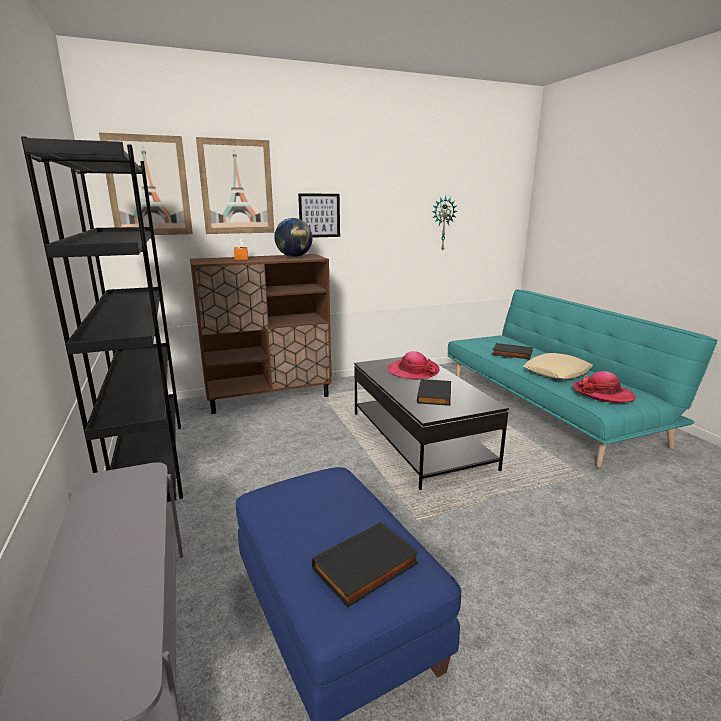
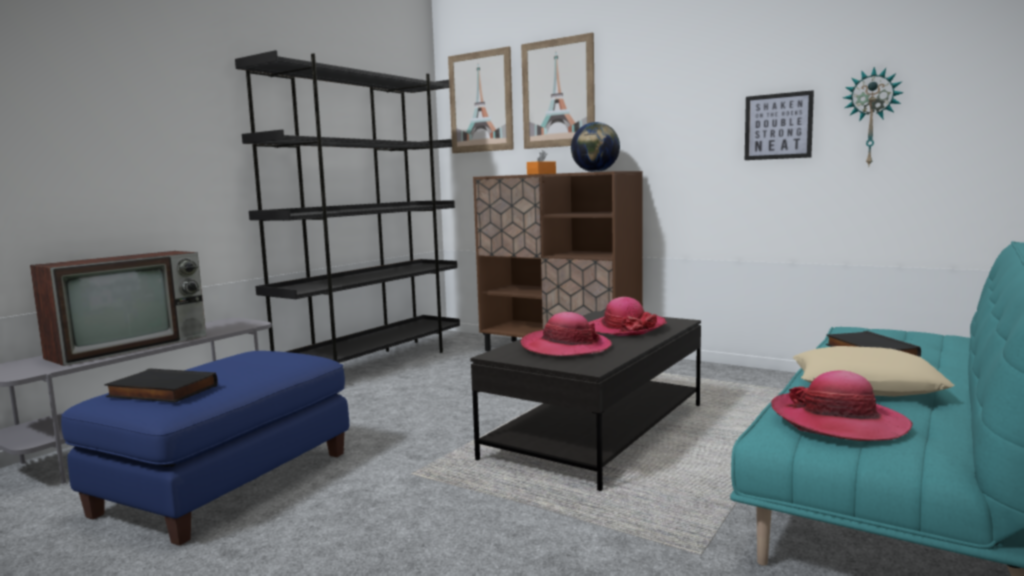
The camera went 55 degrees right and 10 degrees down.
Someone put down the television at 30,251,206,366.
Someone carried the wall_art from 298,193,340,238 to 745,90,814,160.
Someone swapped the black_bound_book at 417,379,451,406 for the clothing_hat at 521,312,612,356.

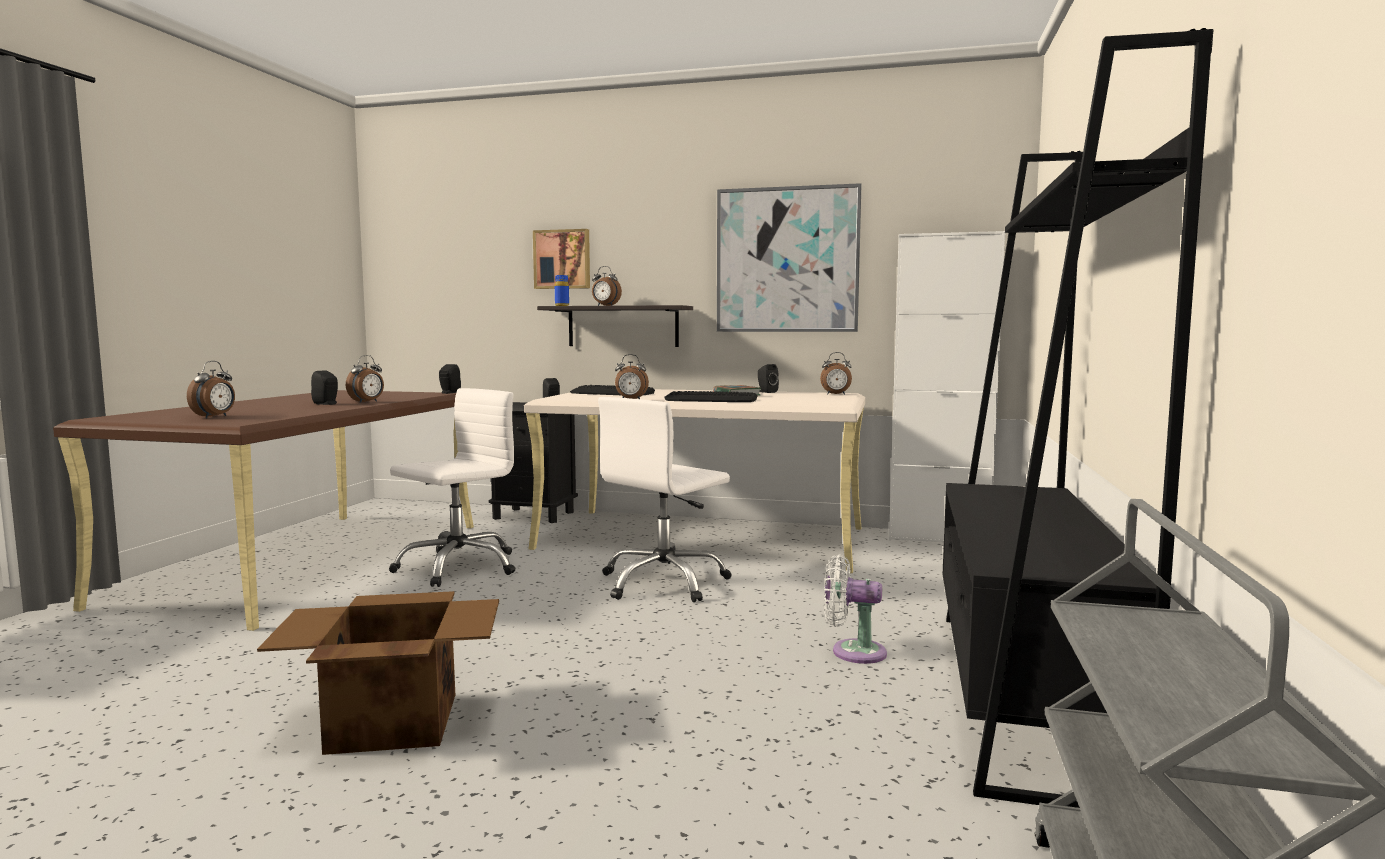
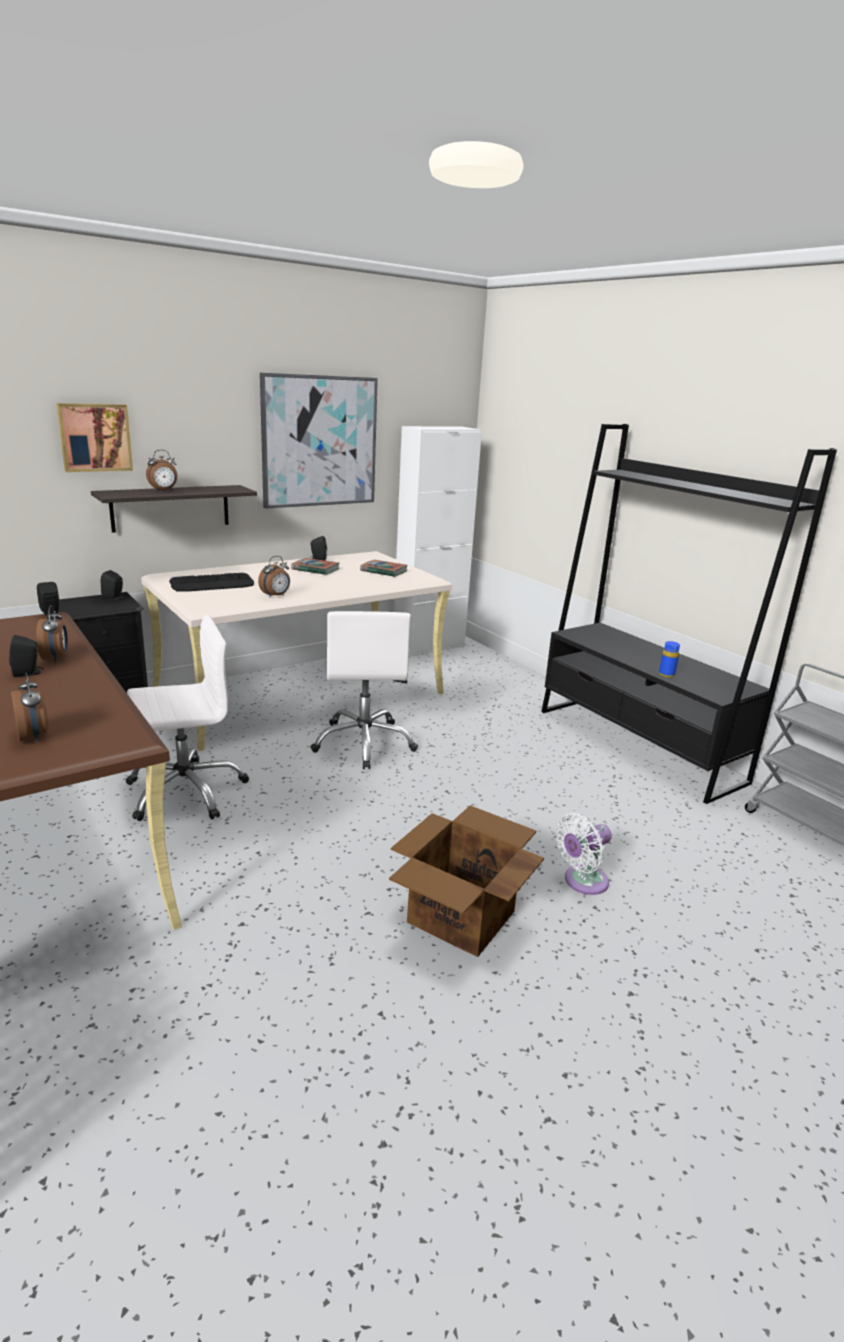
The camera went 50 degrees left and 15 degrees up.
Someone took away the computer_keyboard at 665,391,758,402.
Someone took away the table_clock at 820,352,852,395.
Someone put down the bound_book at 360,560,408,577.
Someone carried the blue-coloured_drink_bottle from 555,275,569,306 to 659,641,680,678.
Someone carried the whitish_cooling_fan from 824,555,887,664 to 556,813,612,895.
Someone rotated the whitish_office_chair at 389,388,515,587 by 75 degrees clockwise.

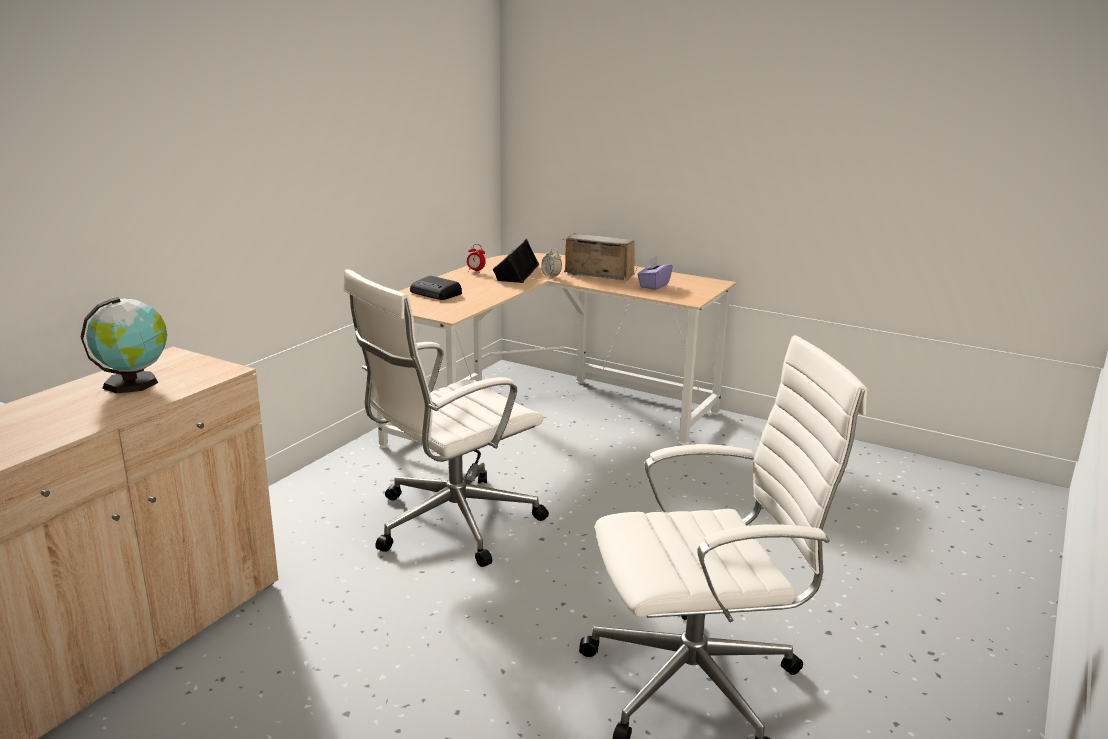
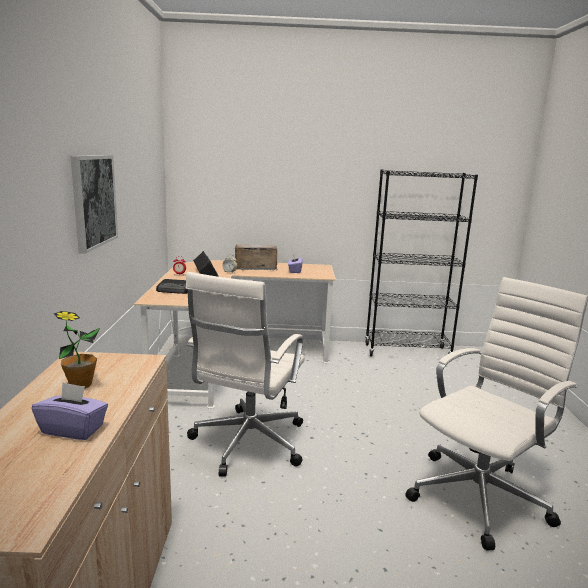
The camera went 30 degrees left and 5 degrees down.
Someone put down the purple_tissue_box at 31,382,108,440.
Someone put up the wall_art at 71,155,118,254.
Someone put down the black_bookcase at 365,169,478,357.
Someone swapped the desk_globe at 81,297,167,394 for the houseplant at 54,311,100,389.

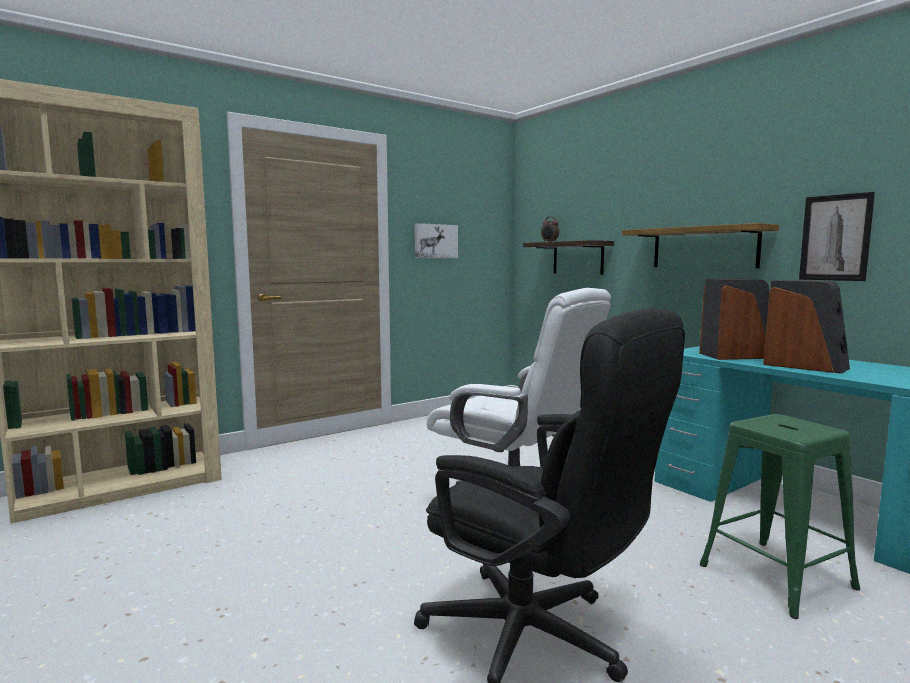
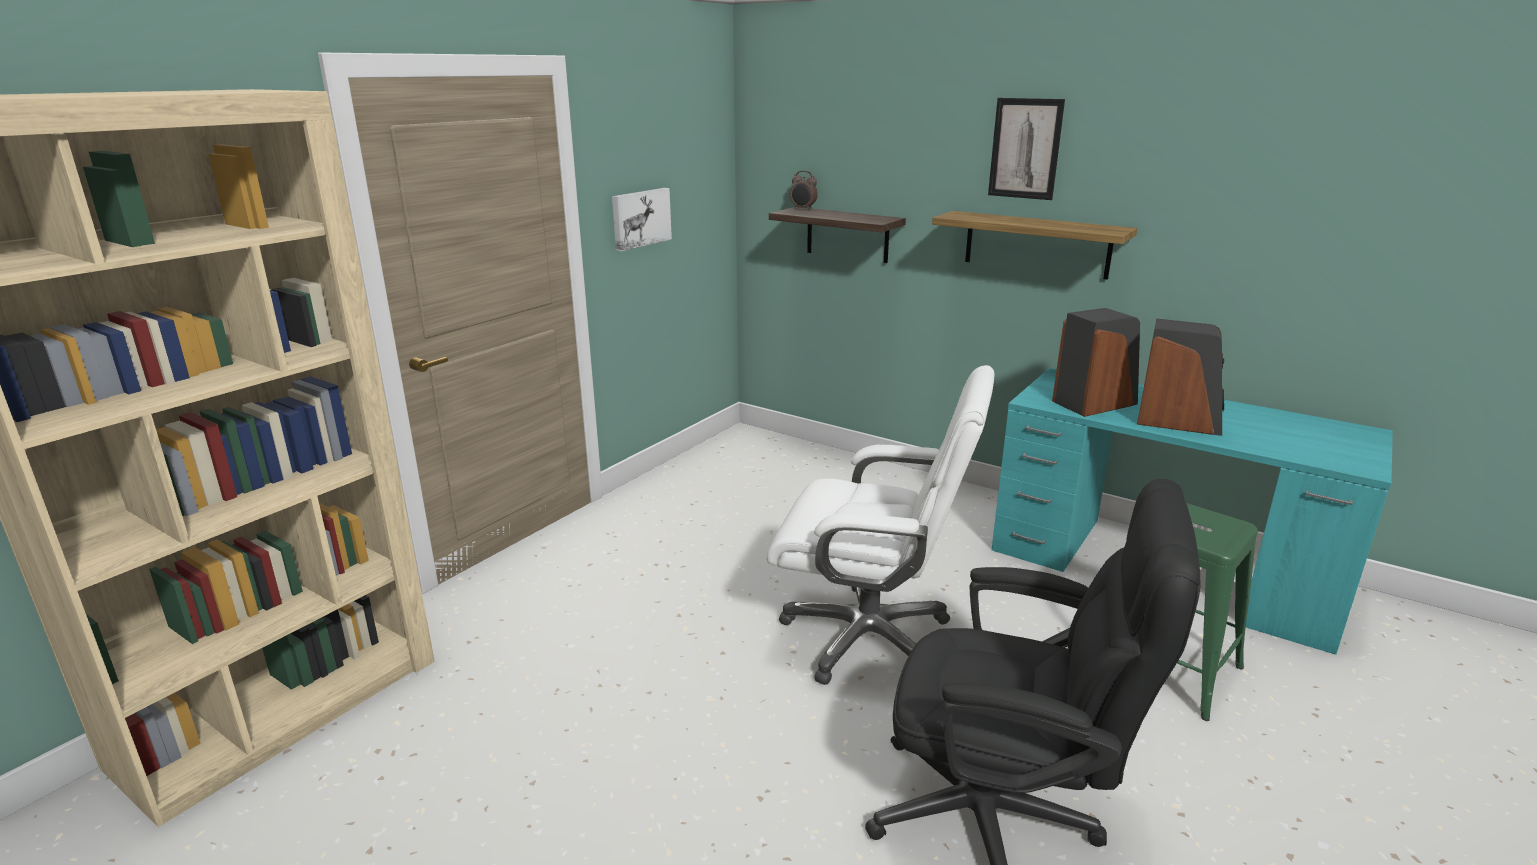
The camera went 20 degrees left and 15 degrees up.
Someone carried the wall_art from 799,192,875,281 to 988,98,1065,200.

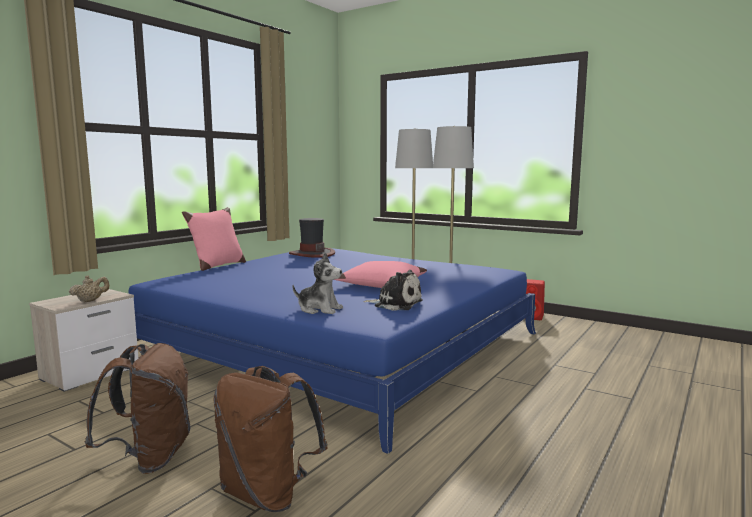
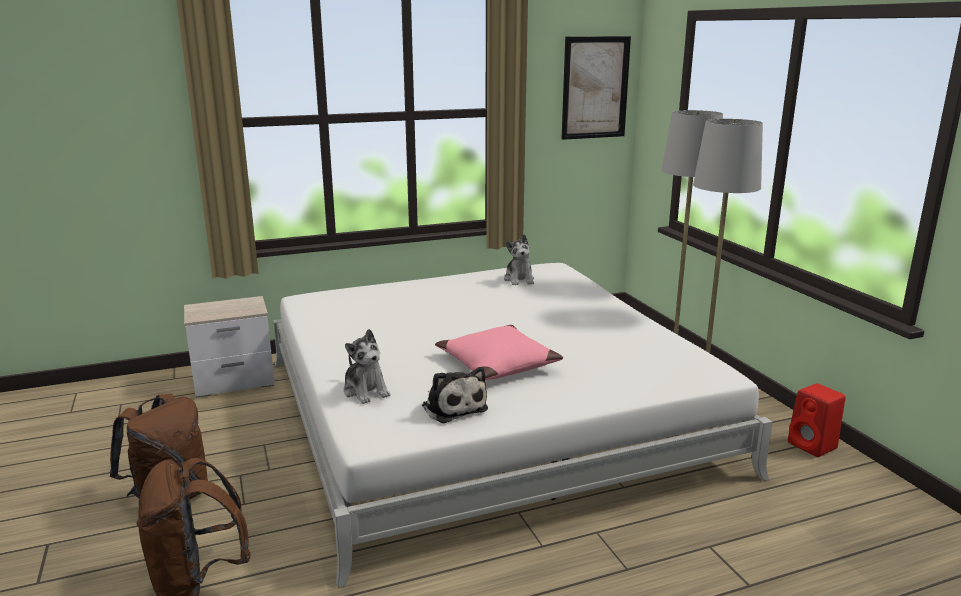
The camera went 35 degrees right and 10 degrees up.
Someone took away the sand-coloured_tea_pot at 69,275,109,302.
Someone took away the pink_pillow at 182,207,246,271.
Someone put up the wall_art at 562,36,631,140.
Someone swapped the clothing_hat at 289,218,335,258 for the cuddly_toy at 504,234,534,286.
Someone repainted the blue-coloured_bedroom_bed at 128,248,536,454, which became the whitish_bedroom_bed at 273,263,773,588.

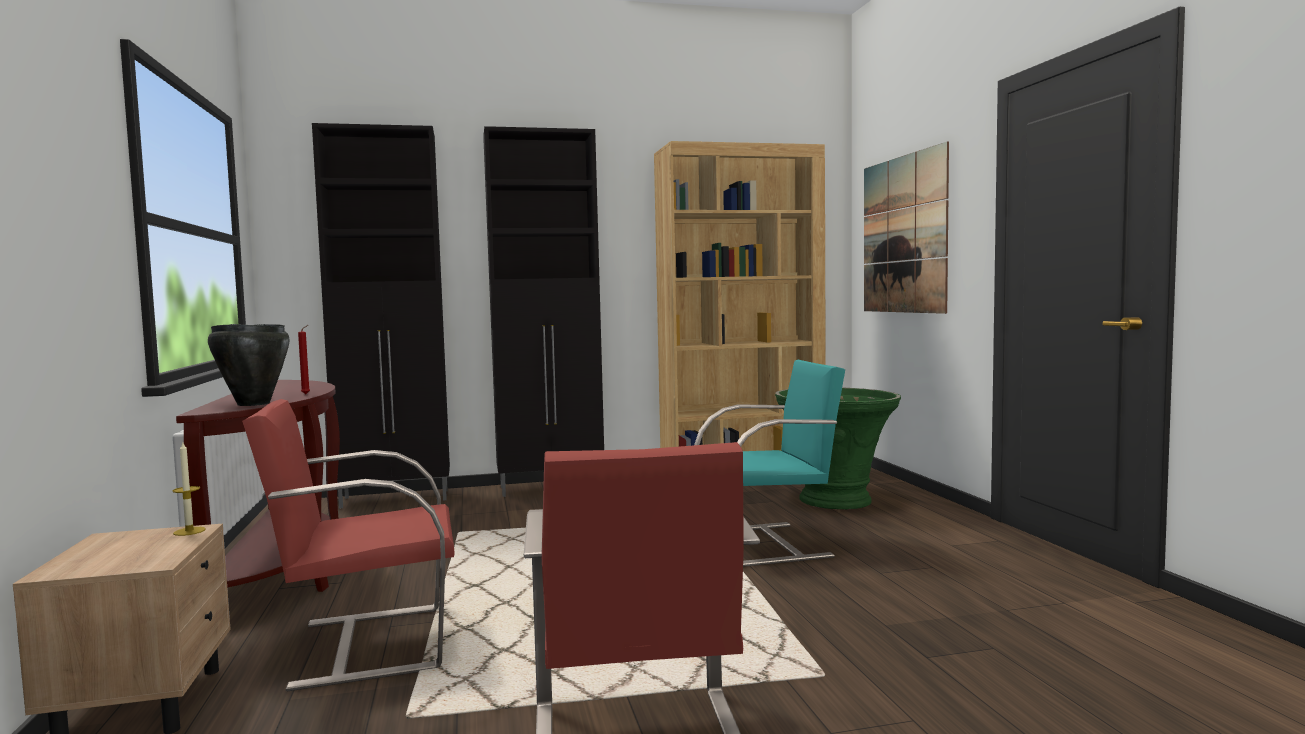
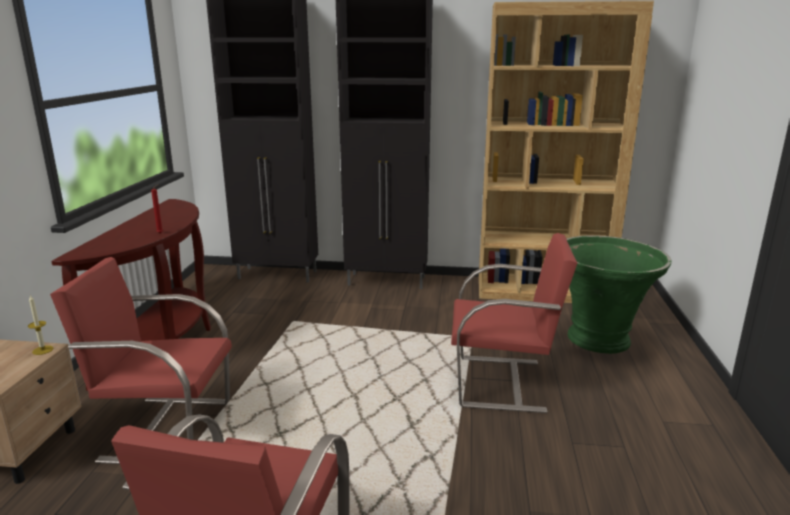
The camera went 20 degrees right and 15 degrees up.
Someone took away the black_cooking_pot at 208,324,290,406.
Someone took away the wall_art at 864,141,949,314.
Someone repainted the blue-green_chair at 694,360,845,567, which became the red-coloured_chair at 451,233,577,413.

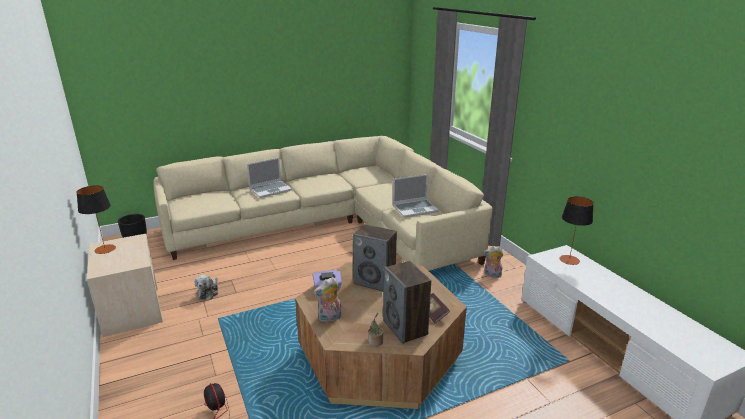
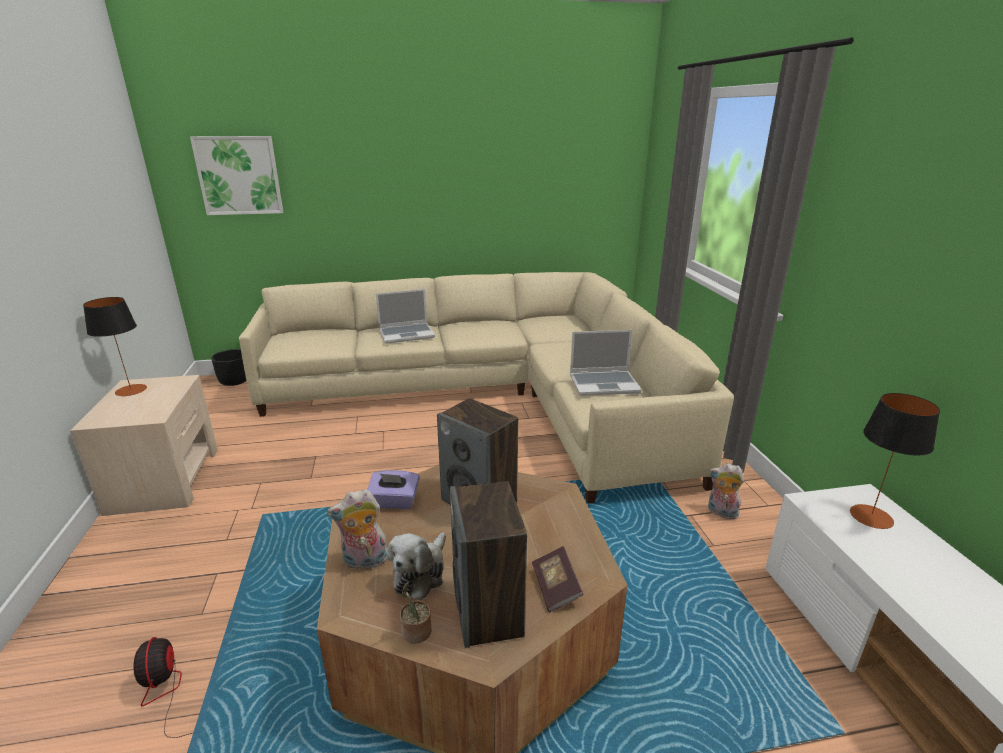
The camera went 15 degrees right and 0 degrees up.
Someone put up the wall_art at 190,136,283,215.
Someone carried the cuddly_toy from 195,275,218,300 to 387,532,446,600.

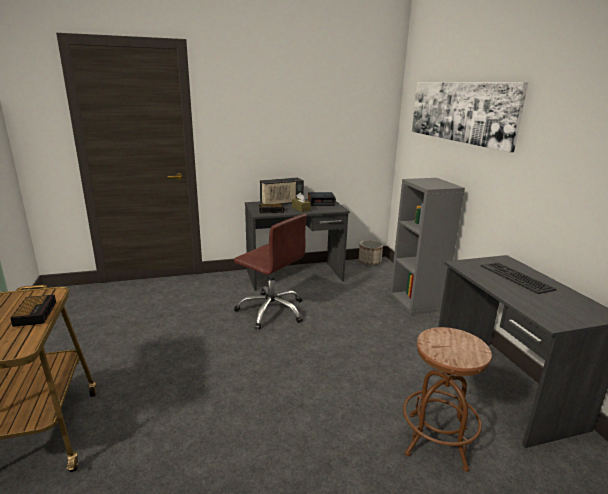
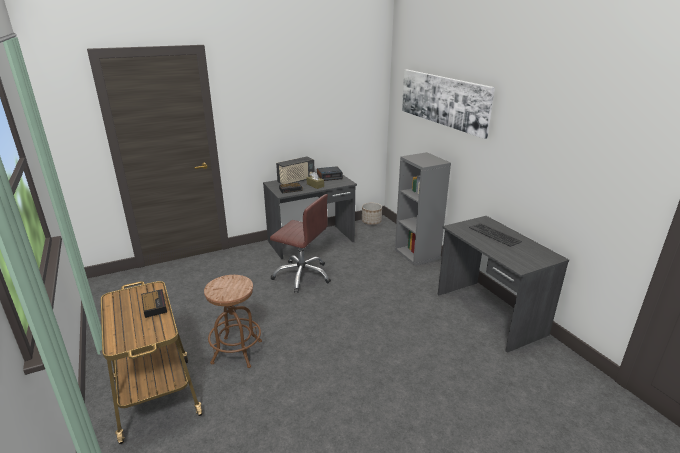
The camera went 10 degrees left and 5 degrees up.
Someone carried the brownish_stool_seat from 403,327,492,472 to 204,275,262,368.

